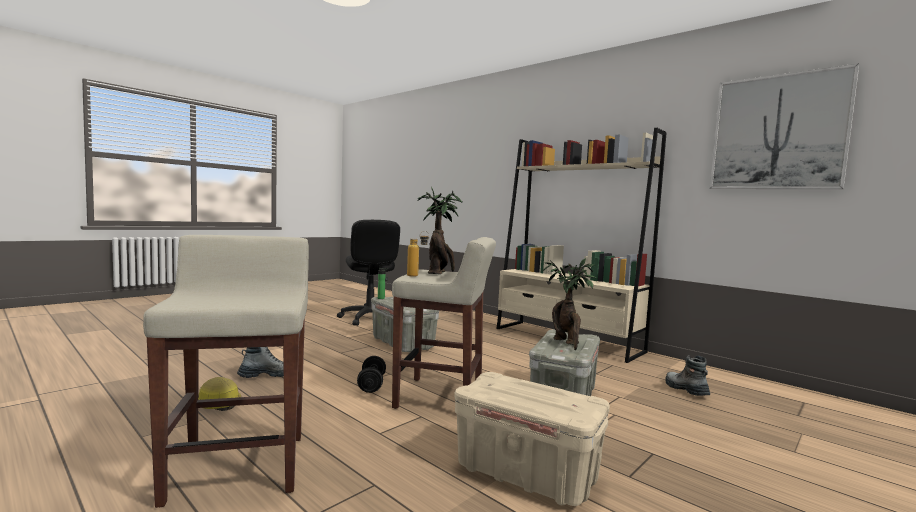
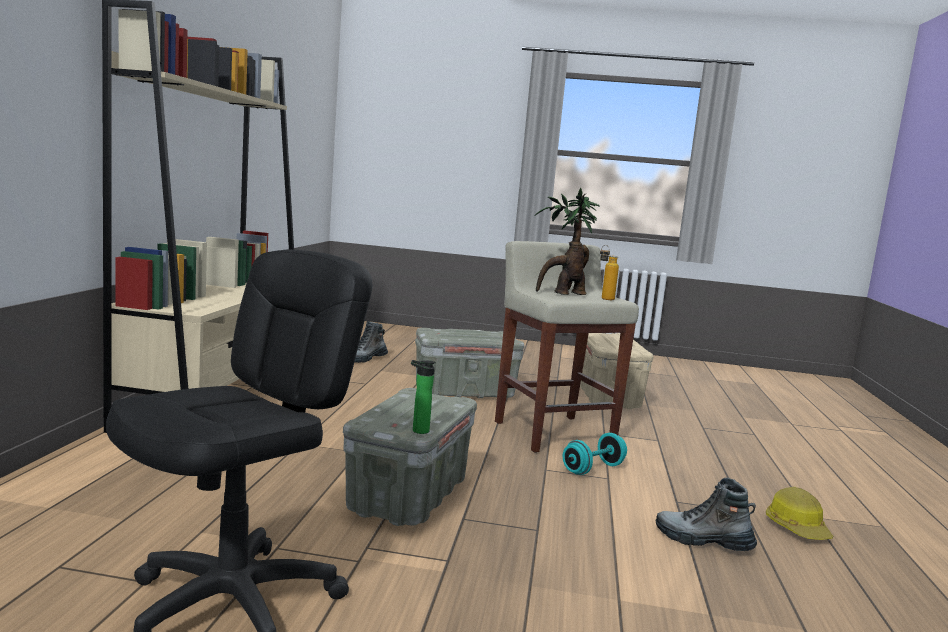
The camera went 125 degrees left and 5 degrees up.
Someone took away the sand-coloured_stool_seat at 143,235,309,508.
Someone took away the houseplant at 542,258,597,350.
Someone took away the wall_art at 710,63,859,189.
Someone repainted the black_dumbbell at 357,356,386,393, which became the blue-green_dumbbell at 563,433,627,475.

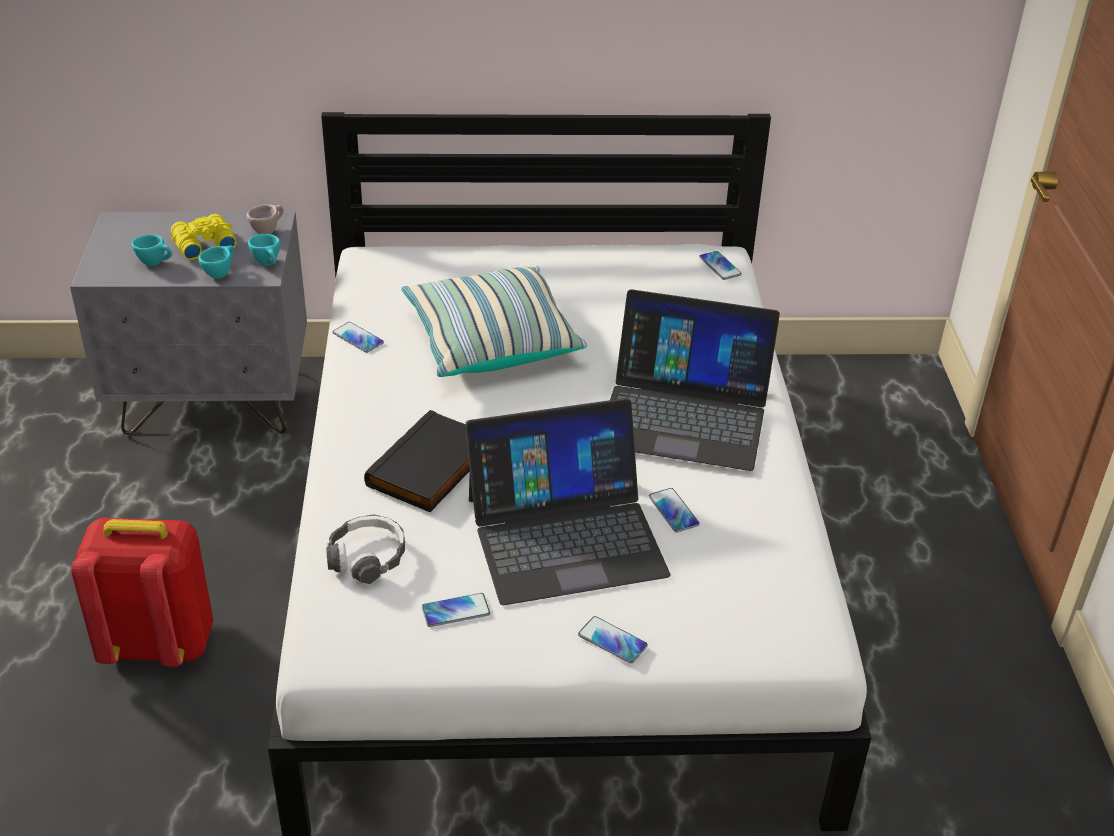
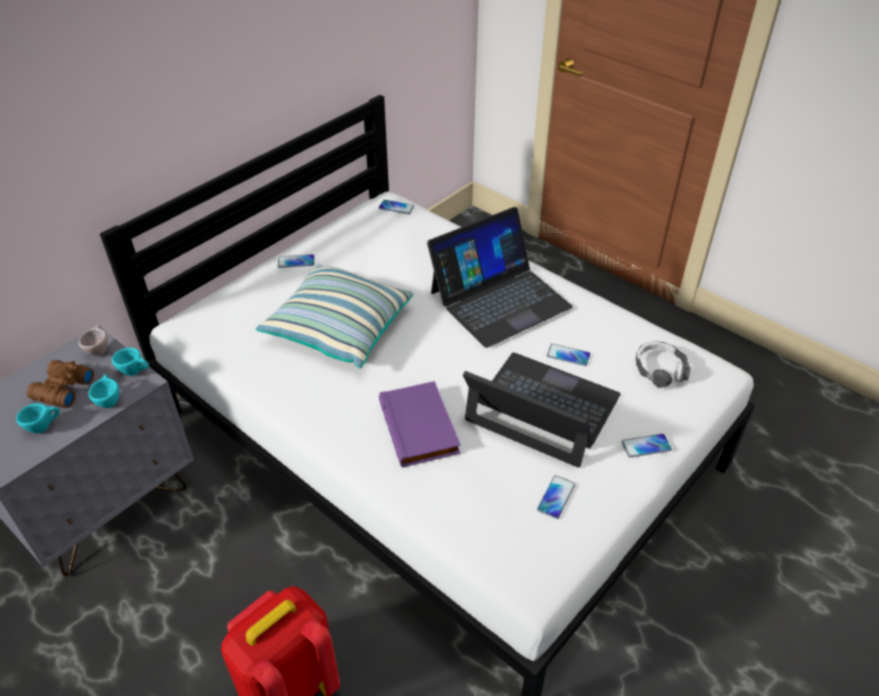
The camera went 45 degrees left and 5 degrees up.
Someone carried the pair_of_headphones from 326,514,405,584 to 636,341,691,388.
Someone carried the phone from 333,322,384,353 to 278,254,315,268.
Someone repainted the yellowish_binoculars at 171,214,236,260, which became the brownish_binoculars at 27,360,94,408.
Someone repainted the black_bound_book at 364,410,470,512, which became the purple_bound_book at 379,381,460,468.
Someone rotated the notebook_computer at 465,398,670,605 by 90 degrees counterclockwise.

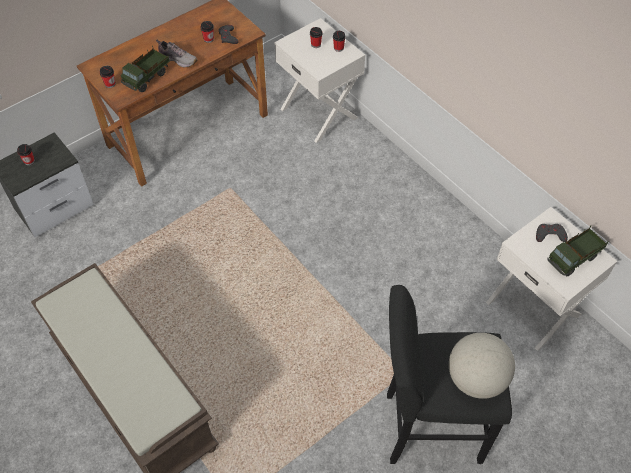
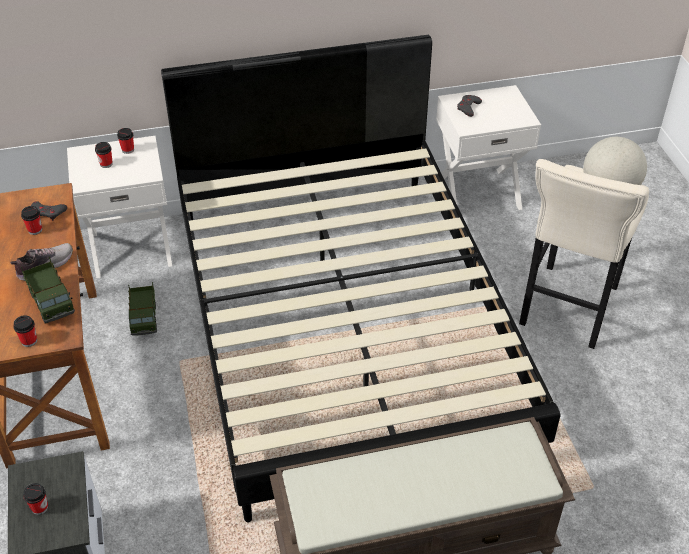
The camera went 65 degrees left and 10 degrees down.
Someone put down the black_bedroom_bed at 161,35,560,522.
Someone carried the toy_lorry from 547,225,609,276 to 128,282,157,336.
Someone repainted the black_stool_seat at 387,285,512,464, which became the sand-coloured_stool_seat at 519,159,649,349.

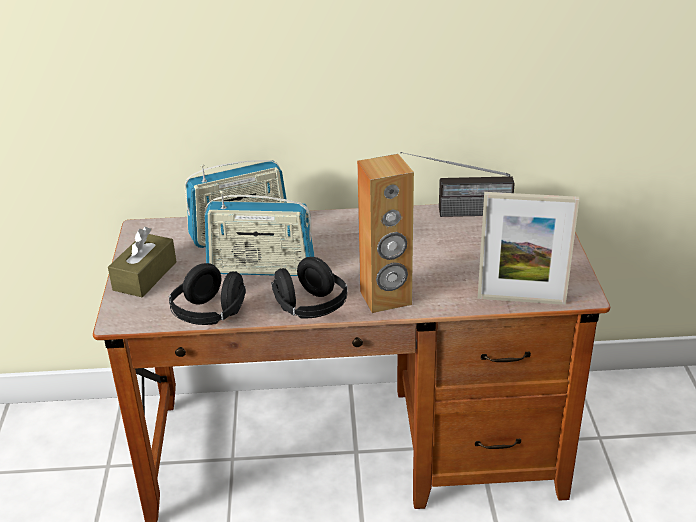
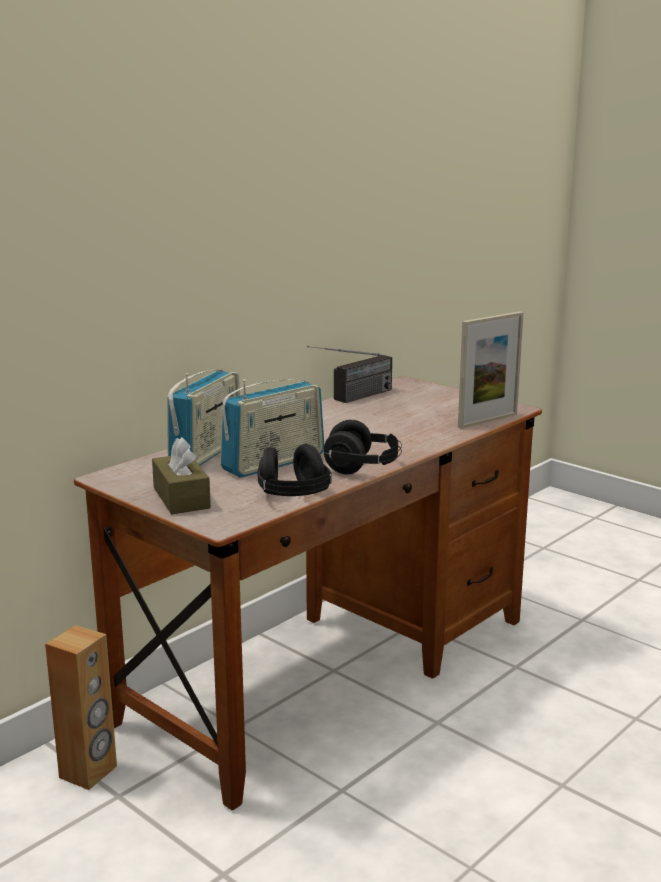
The camera went 45 degrees left and 15 degrees down.
Someone carried the brownish_loudspeaker from 357,154,414,313 to 45,625,117,790.

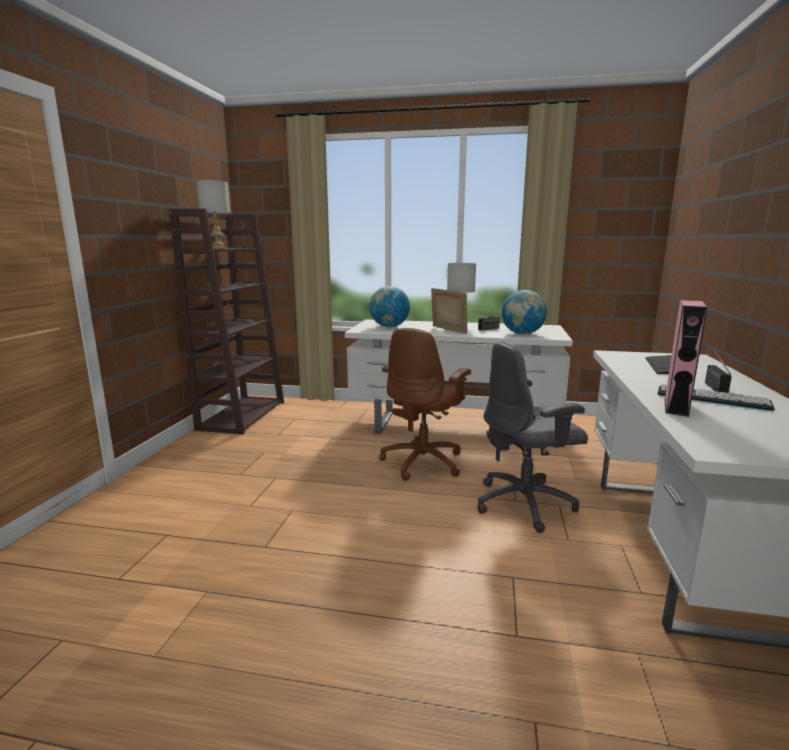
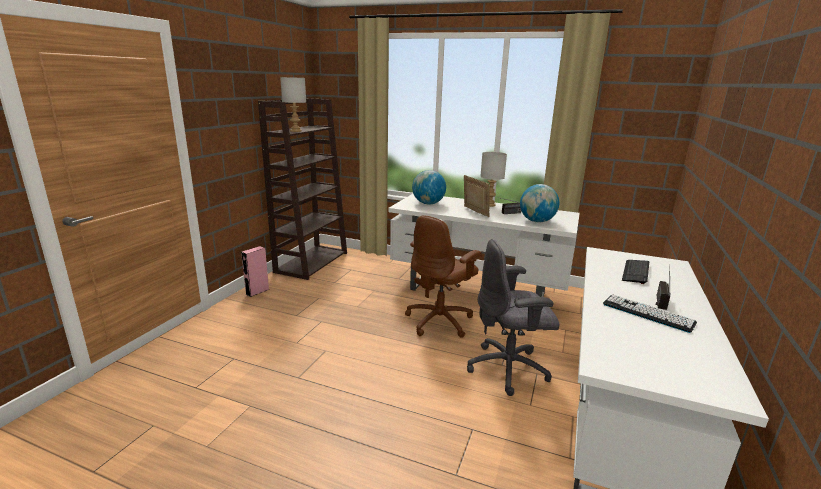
The camera went 10 degrees right and 5 degrees up.
Someone carried the pink_loudspeaker from 664,300,707,417 to 241,246,269,297.

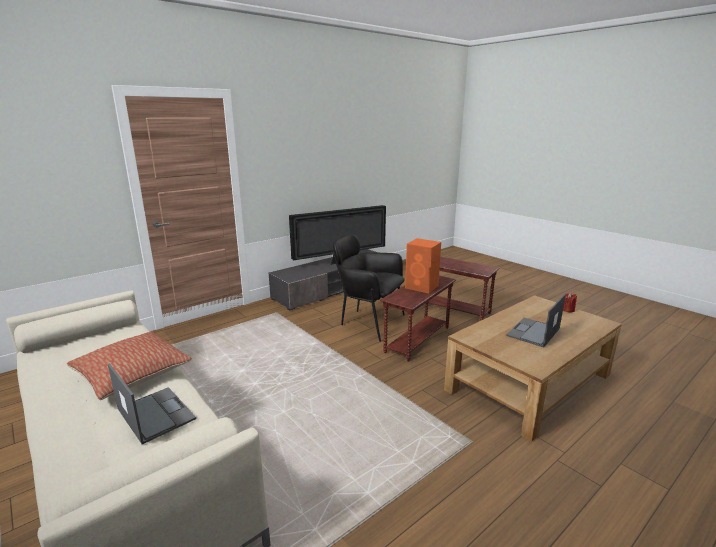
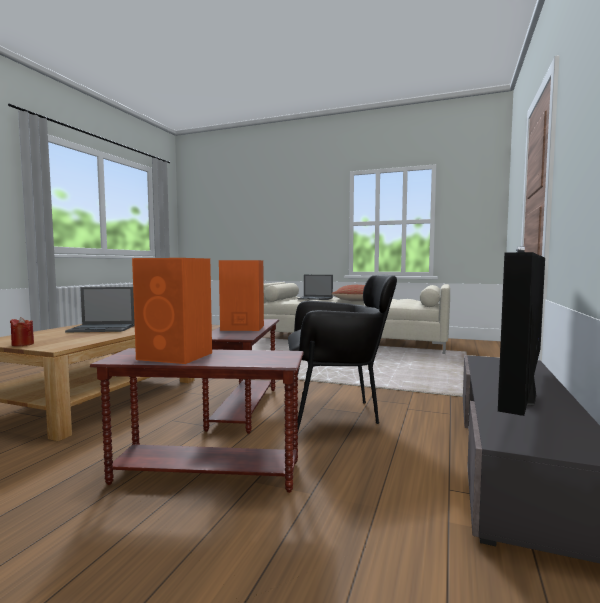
The camera went 150 degrees right and 15 degrees down.
Someone put down the orangey_loudspeaker at 132,258,212,364.
Someone rotated the notebook_computer at 506,294,566,347 by 75 degrees clockwise.

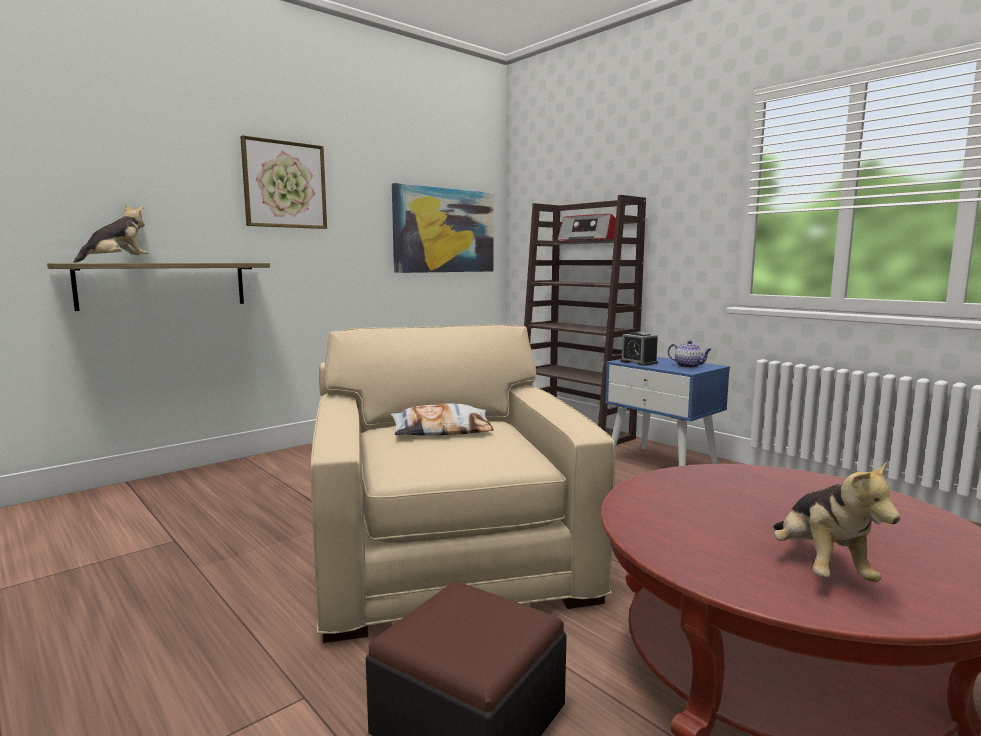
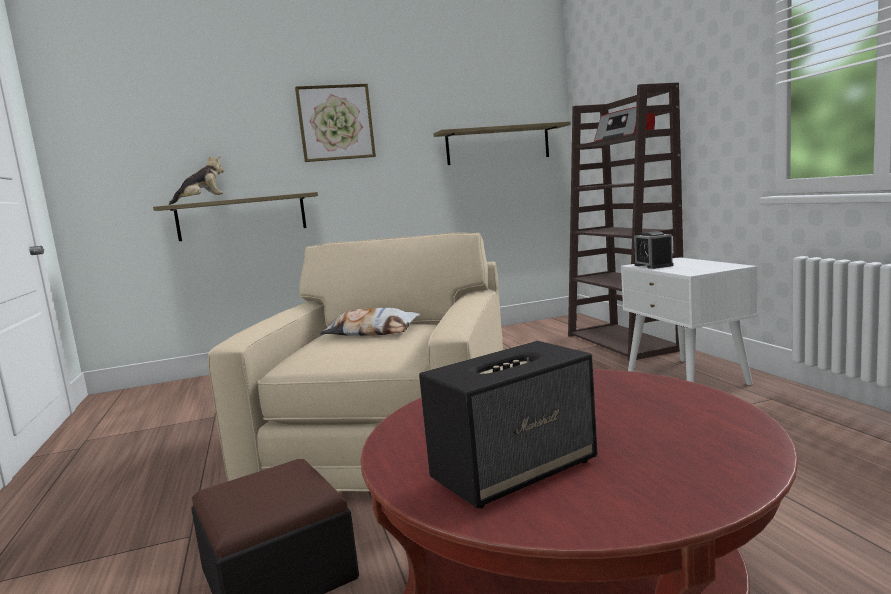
The camera went 25 degrees right and 0 degrees up.
Someone took away the tea_pot at 668,340,712,368.
Someone swapped the wall_art at 392,183,494,273 for the wall_shelf at 433,121,571,165.
Someone swapped the cuddly_toy at 773,460,900,582 for the loudspeaker at 419,341,597,509.
Someone repainted the blue-coloured_nightstand at 605,357,730,466, which became the whitish_nightstand at 621,257,758,385.

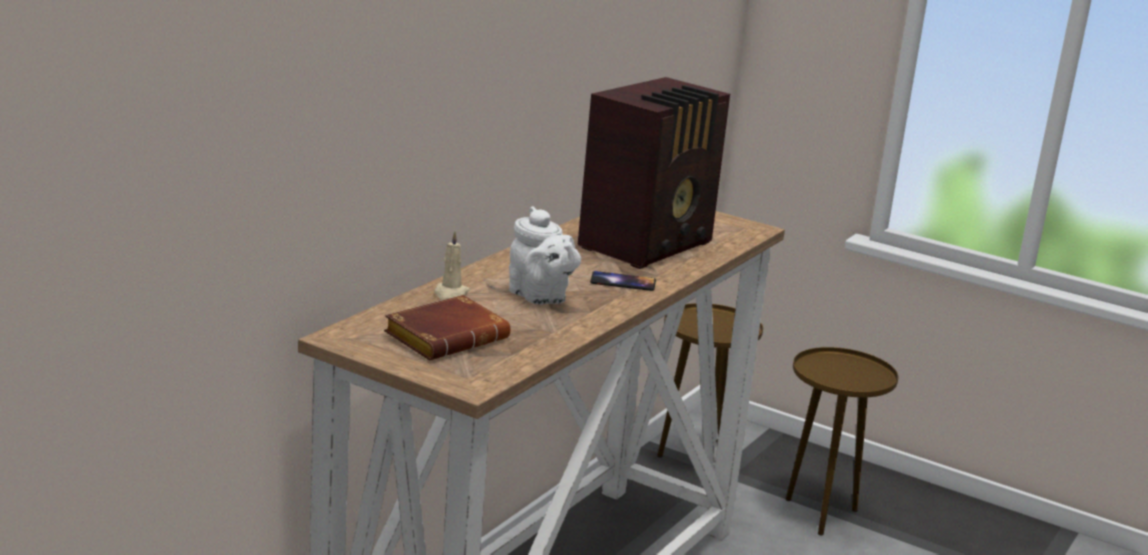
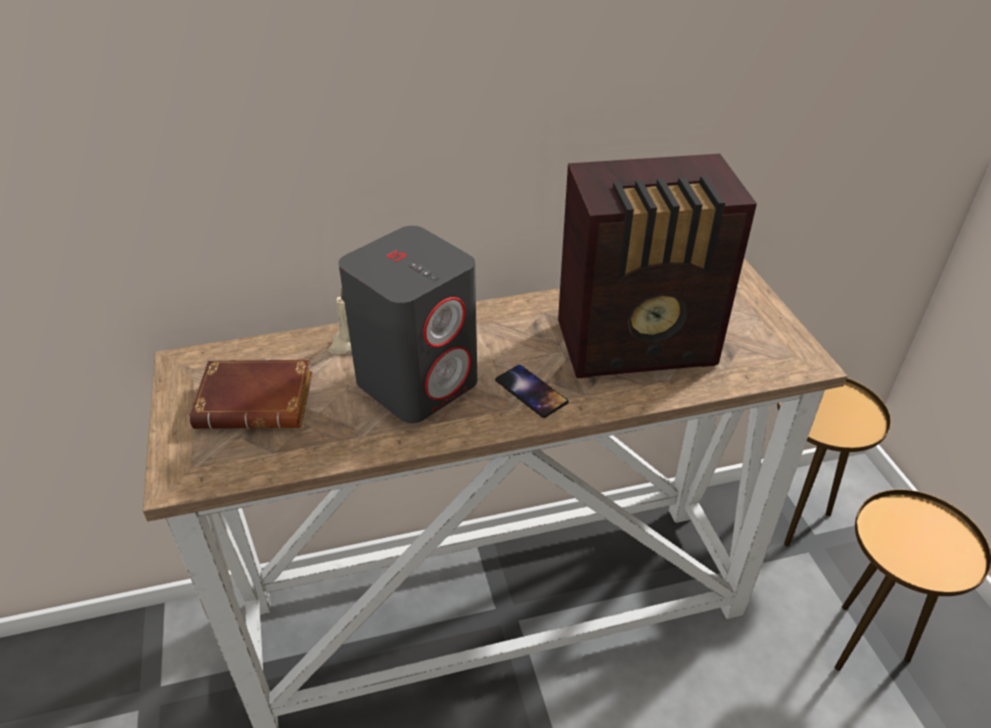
The camera went 45 degrees right and 20 degrees up.
Someone swapped the whitish_tea_pot at 509,206,581,304 for the gray_loudspeaker at 338,226,477,423.

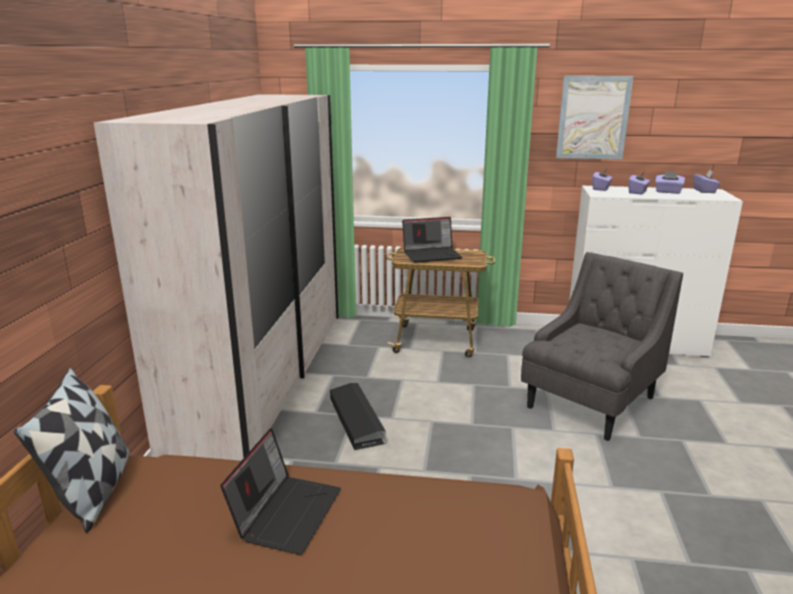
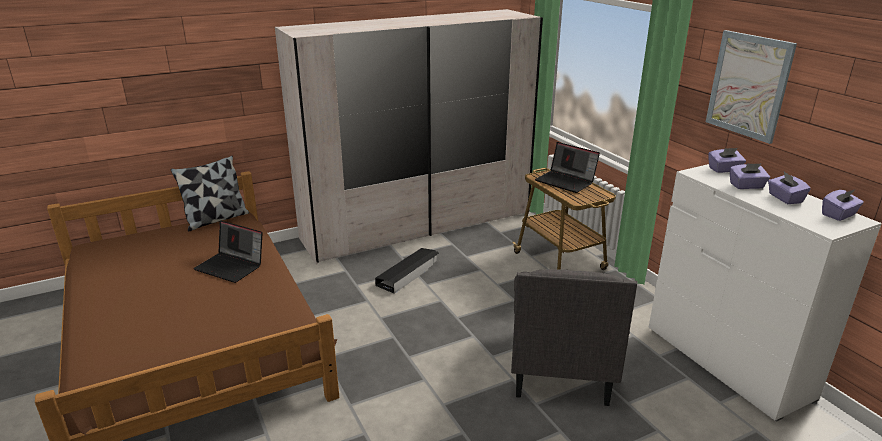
The camera went 55 degrees right and 5 degrees up.
Someone rotated the notebook_computer at 220,428,341,555 by 45 degrees clockwise.
Someone rotated the gray_easy_chair at 521,252,683,441 by 90 degrees clockwise.

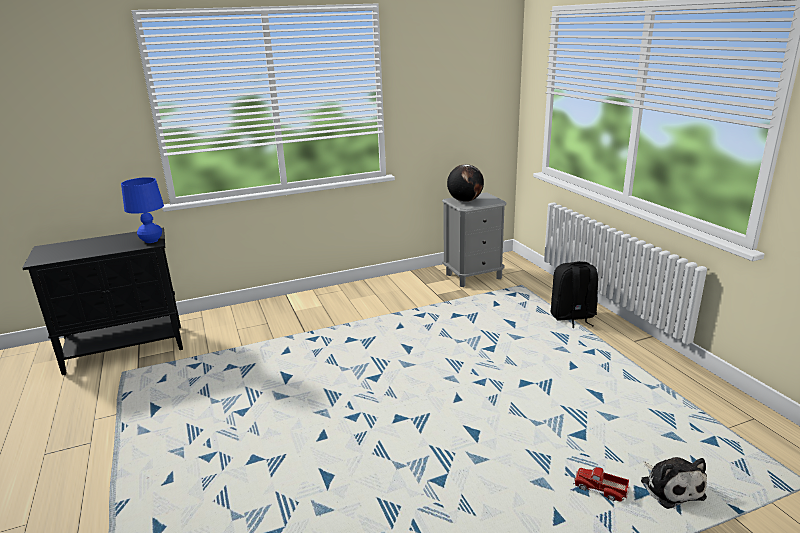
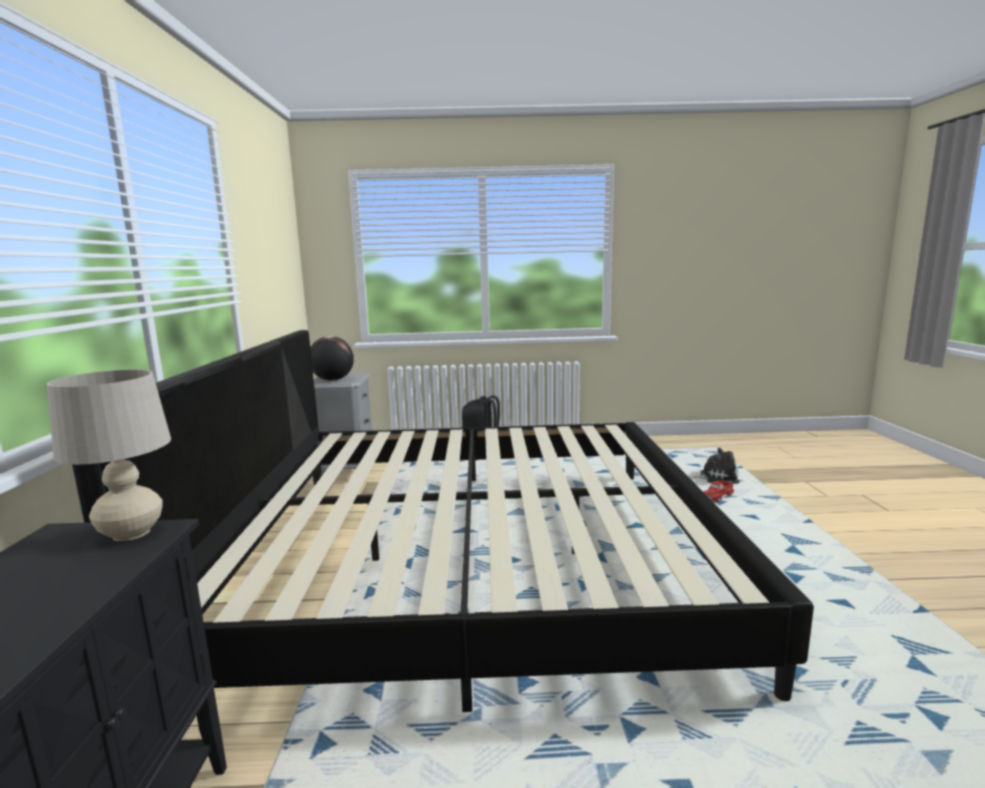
The camera went 70 degrees left and 10 degrees down.
Someone put down the bedroom_bed at 72,330,814,712.
Someone repainted the blue-coloured_table_lamp at 121,177,164,243, which became the sand-coloured_table_lamp at 47,369,171,541.

